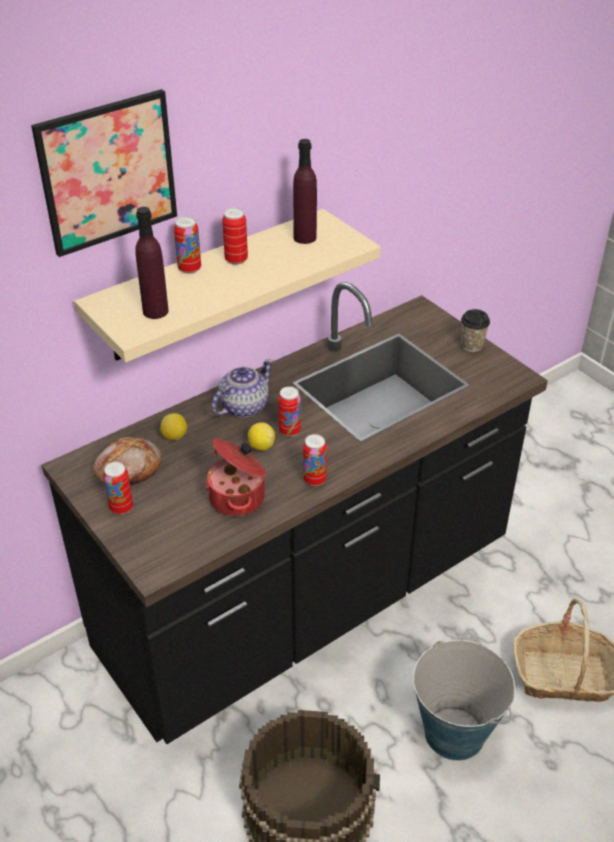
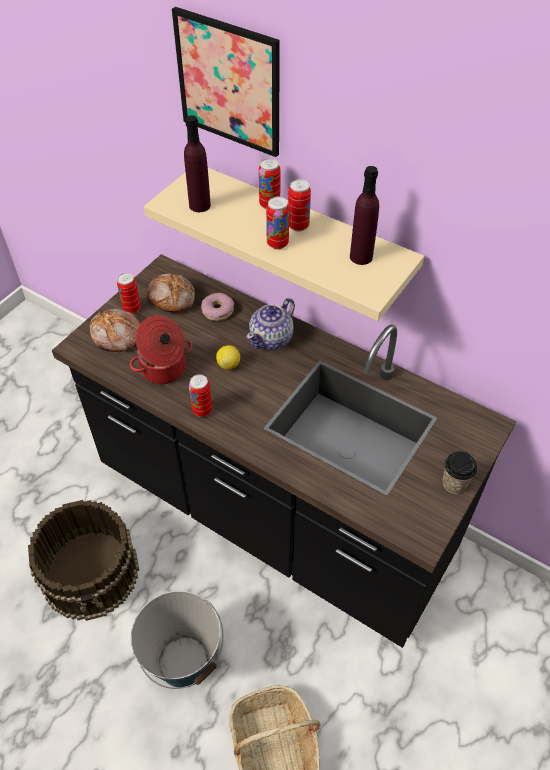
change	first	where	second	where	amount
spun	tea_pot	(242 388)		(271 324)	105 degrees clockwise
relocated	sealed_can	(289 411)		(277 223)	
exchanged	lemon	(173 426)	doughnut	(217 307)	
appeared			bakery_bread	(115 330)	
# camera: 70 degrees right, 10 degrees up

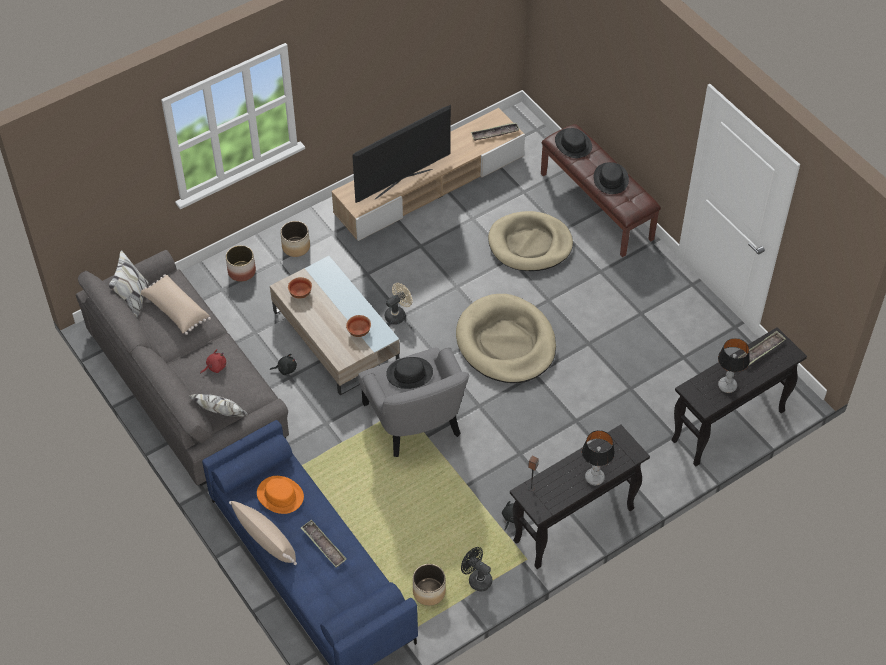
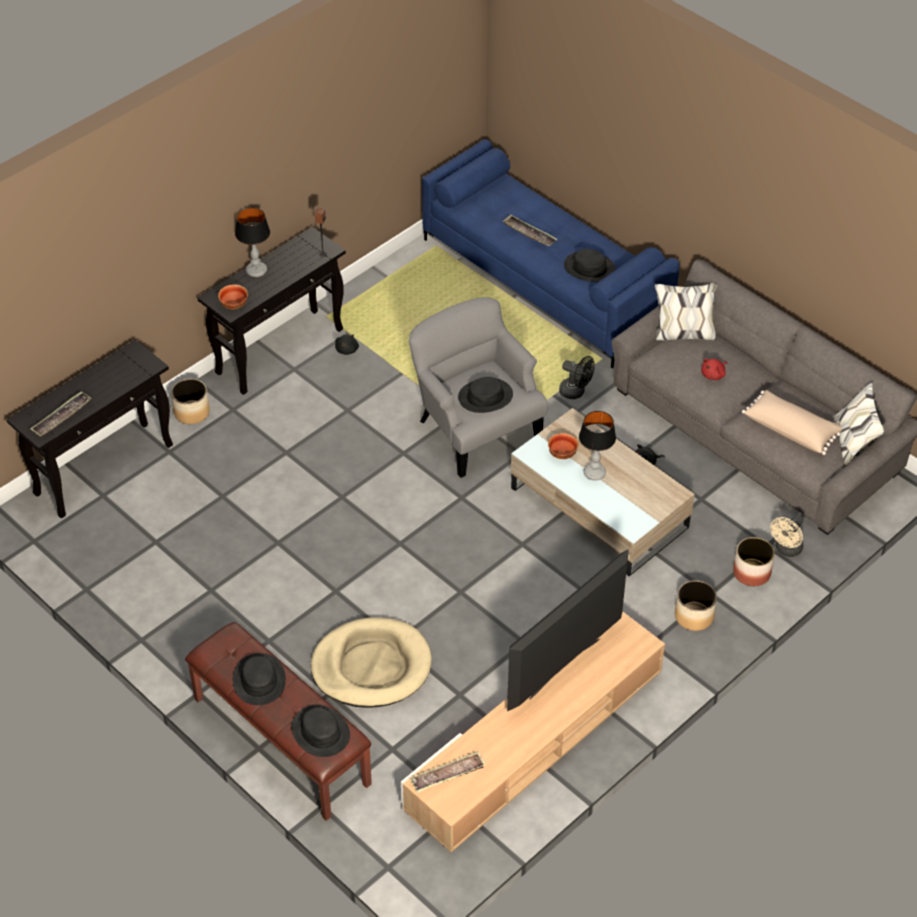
change	first	where	second	where	amount
relocated	deep_dish	(300 288)		(233 296)	
relocated	sand-coloured_cooling_fan	(399 304)		(786 535)	
missing	sand-coloured_dog_cushion	(506 338)			
relocated	tabletop_lamp	(734 365)		(597 446)	
colour	orange-coloured_hat	(280 495)	blackish_hat	(589 265)	
missing	sand-coloured_cushion	(263 533)			
relocated	blackish_cooling_fan	(476 569)		(577 377)	
relocated	plant_pot	(429 585)		(190 401)	
# camera: 170 degrees right, 5 degrees down

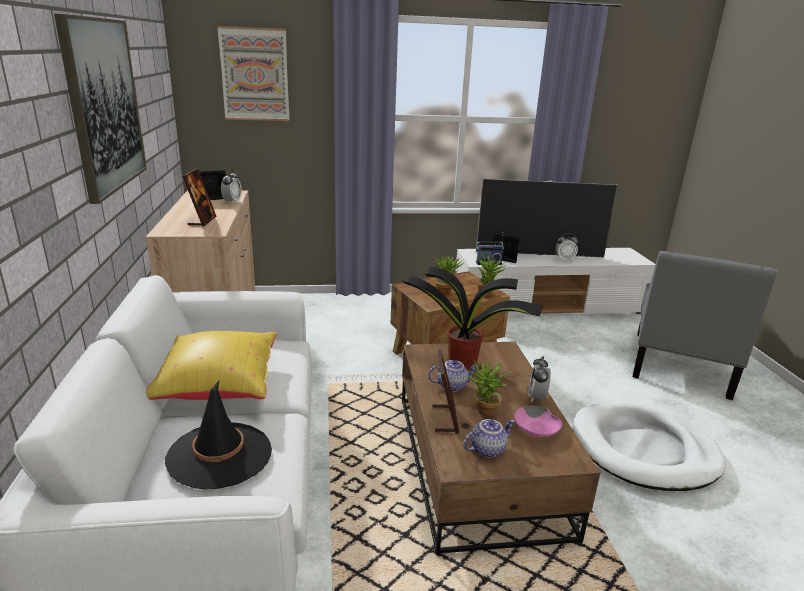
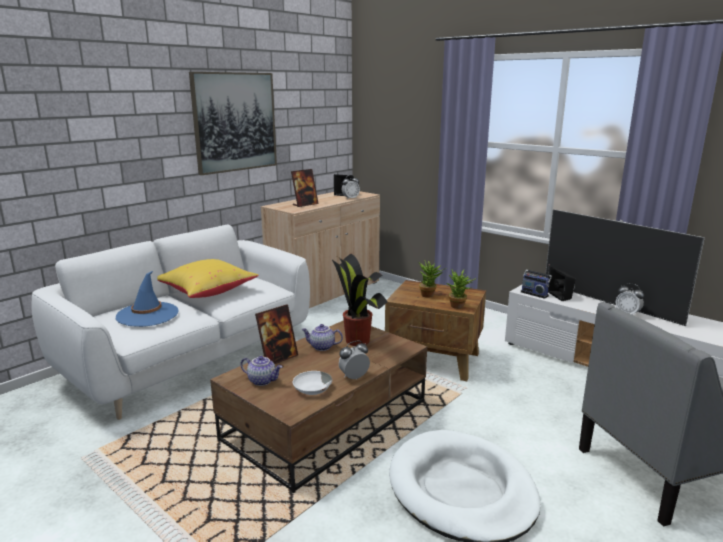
change	first	where	second	where	amount
missing	wall_art	(253 73)			
spun	tea_pot	(453 375)		(322 337)	150 degrees clockwise
missing	houseplant	(489 388)			
colour	blackish_hat	(218 435)	blue_hat	(147 299)	
colour	pink-coloured_deep_dish	(538 421)	whitish_deep_dish	(313 383)	
# camera: 50 degrees right, 5 degrees down

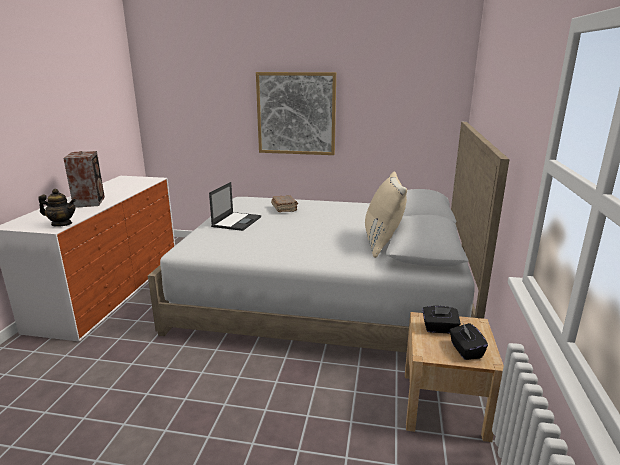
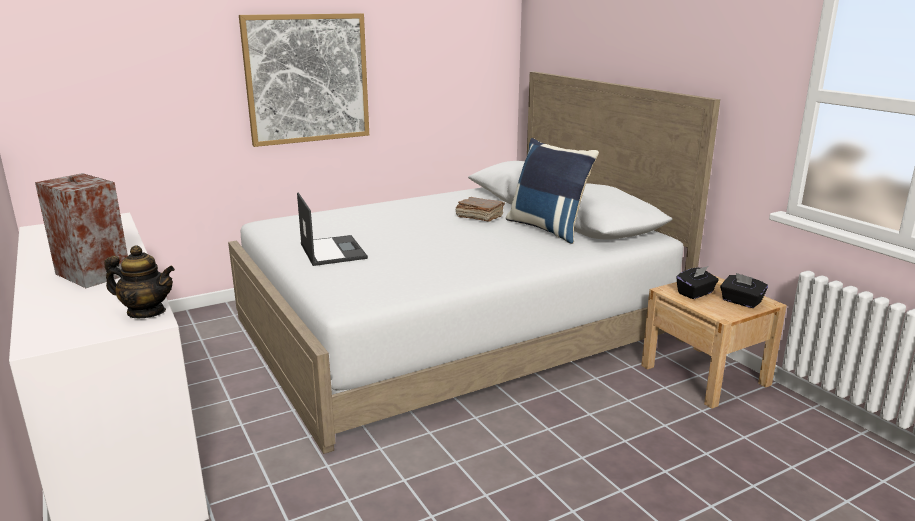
change	first	where	second	where	amount
colour	sand-coloured_cushion	(386 215)	blue_cushion	(552 191)	
spun	tea_pot	(57 208)		(139 282)	45 degrees clockwise
relocated	brown-coloured_book	(284 203)		(480 209)	
# camera: 40 degrees left, 0 degrees up

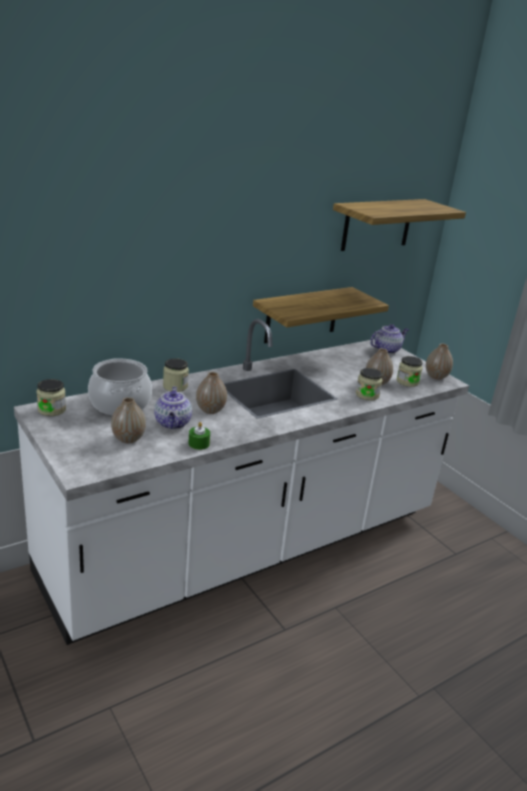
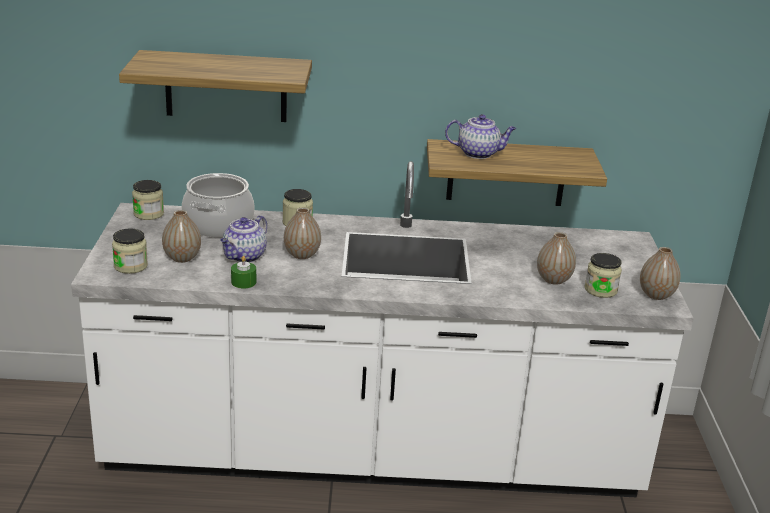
change	first	where	second	where	amount
relocated	bracket_shelf	(399 225)		(215 86)	
relocated	tea_pot	(389 339)		(480 136)	
relocated	storage_jar	(369 384)		(130 251)	
# camera: 35 degrees right, 0 degrees up

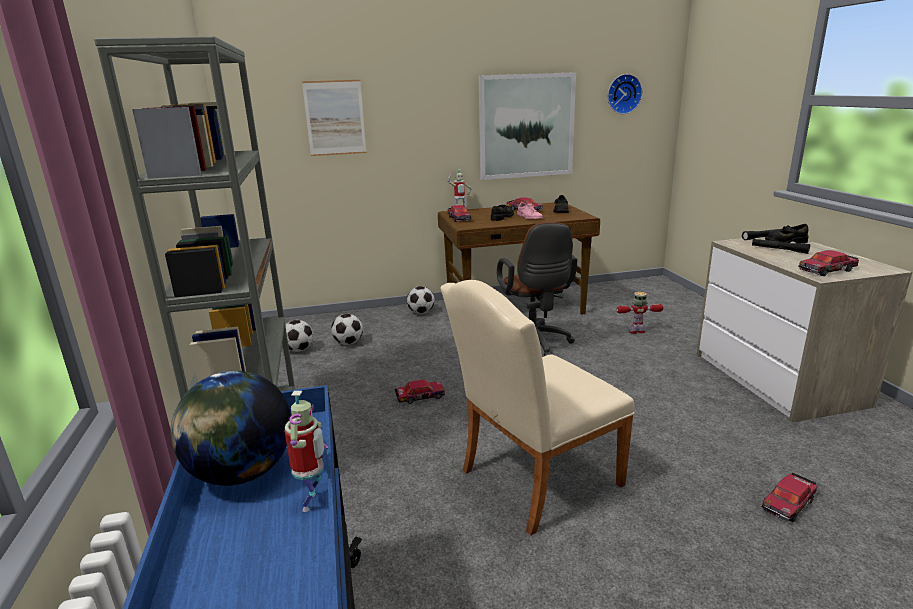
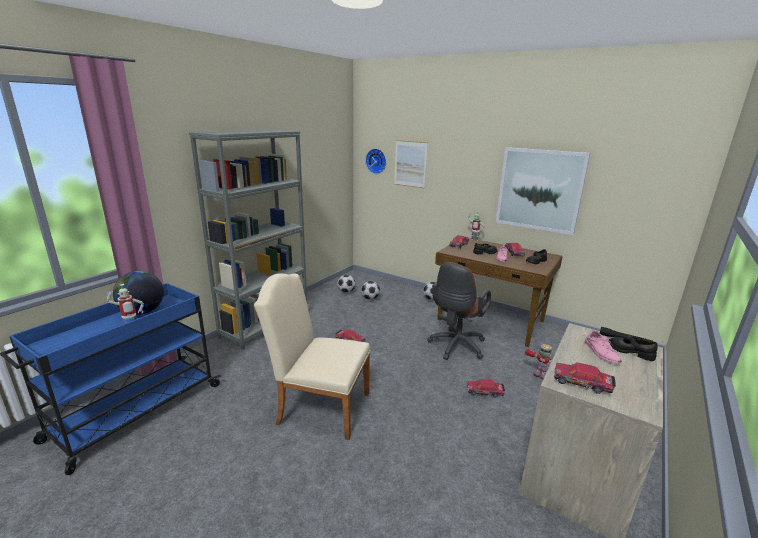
change	first	where	second	where	amount
relocated	hanging_clock	(625 94)		(375 161)	
exchanged	blackish_hand_torch	(781 246)	pink-coloured_shoe	(603 346)	
relocated	toy_car	(789 497)		(486 388)	
# camera: 45 degrees right, 0 degrees up

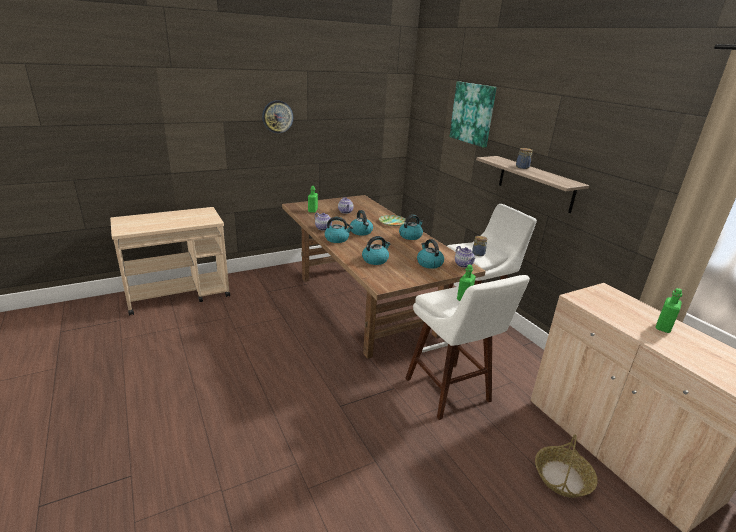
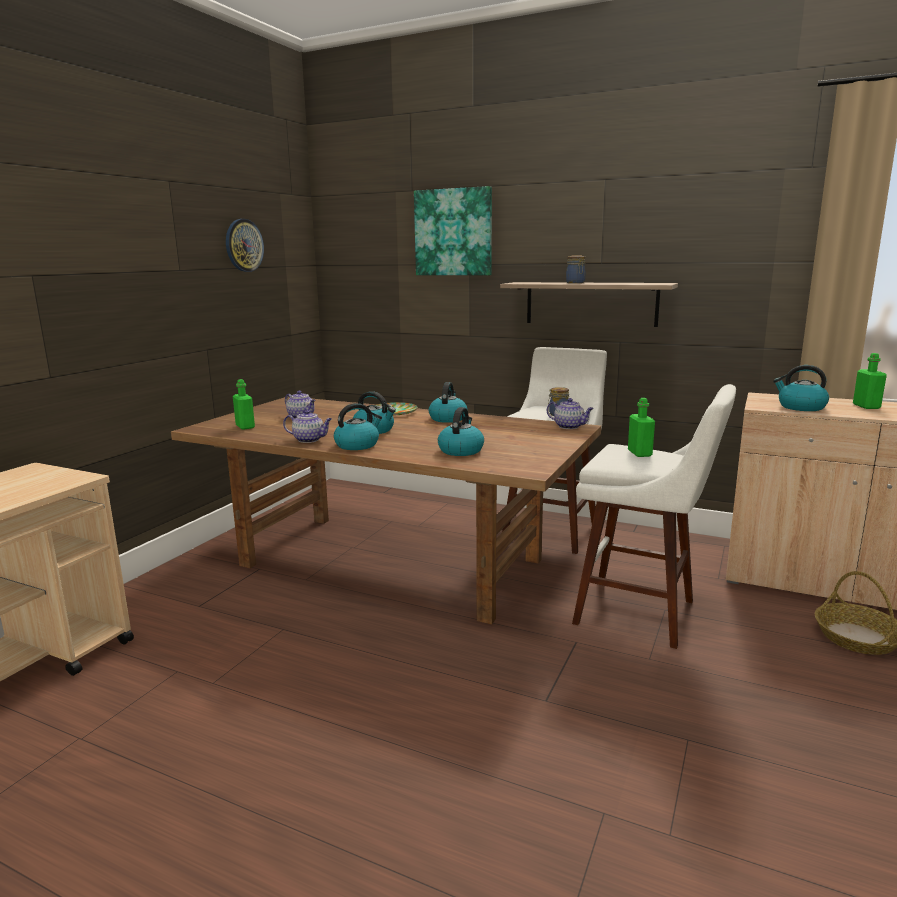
change	first	where	second	where	amount
relocated	hanging_clock	(277 116)		(245 245)	
relocated	kettle	(430 254)		(801 388)	
# camera: 35 degrees left, 10 degrees down

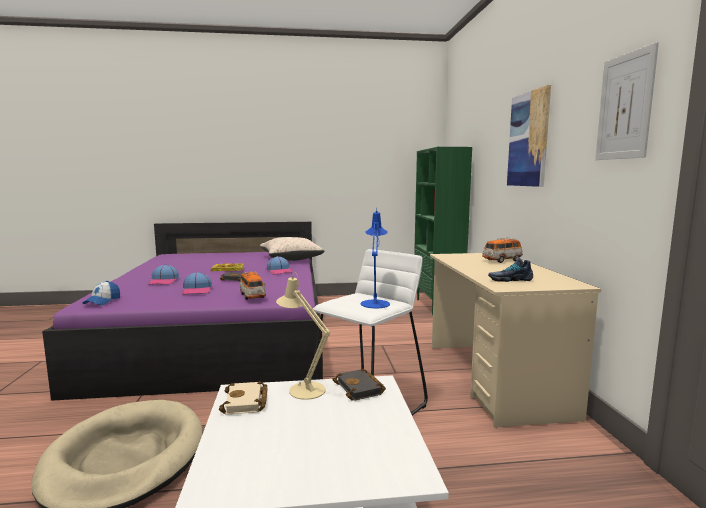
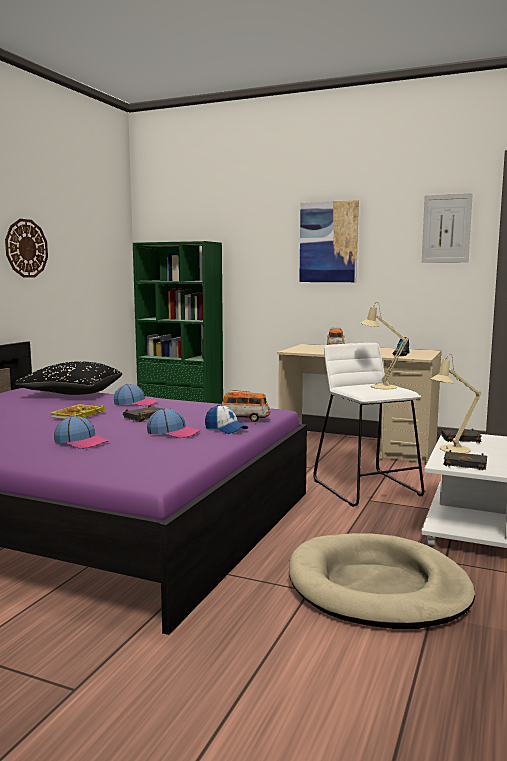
change	first	where	second	where	amount
colour	blue_tabletop_lamp	(375 257)	sand-coloured_tabletop_lamp	(384 346)	
colour	sand-coloured_cushion	(292 249)	blackish_cushion	(68 378)	
relocated	cap	(101 293)		(226 419)	
colour	sand-coloured_book	(243 398)	blackish_book	(465 460)	
appeared			hanging_clock	(26 248)	
# camera: 60 degrees left, 0 degrees up

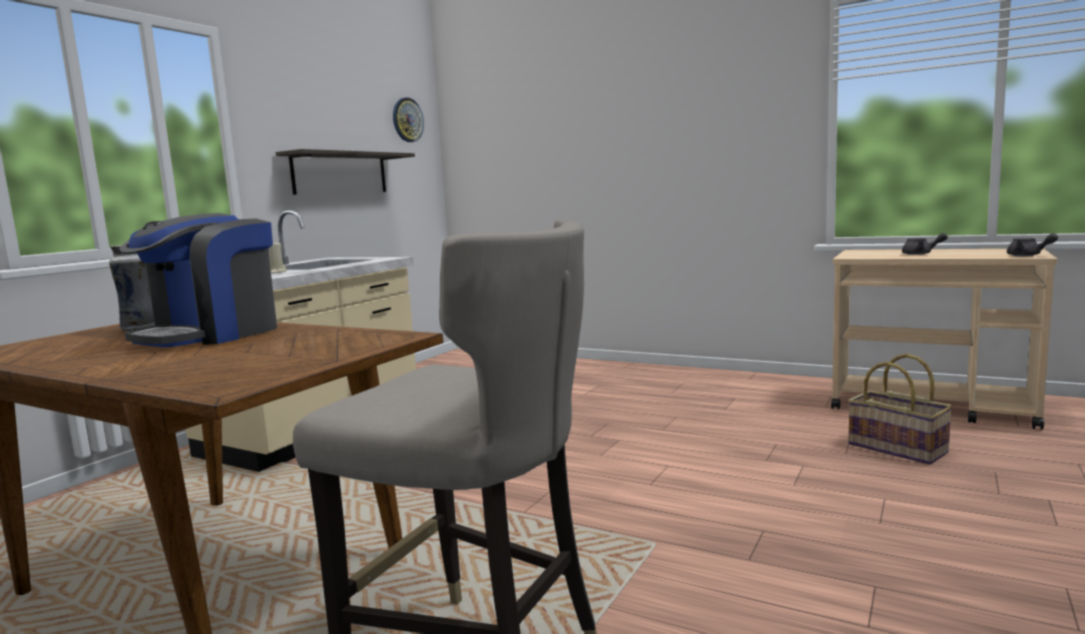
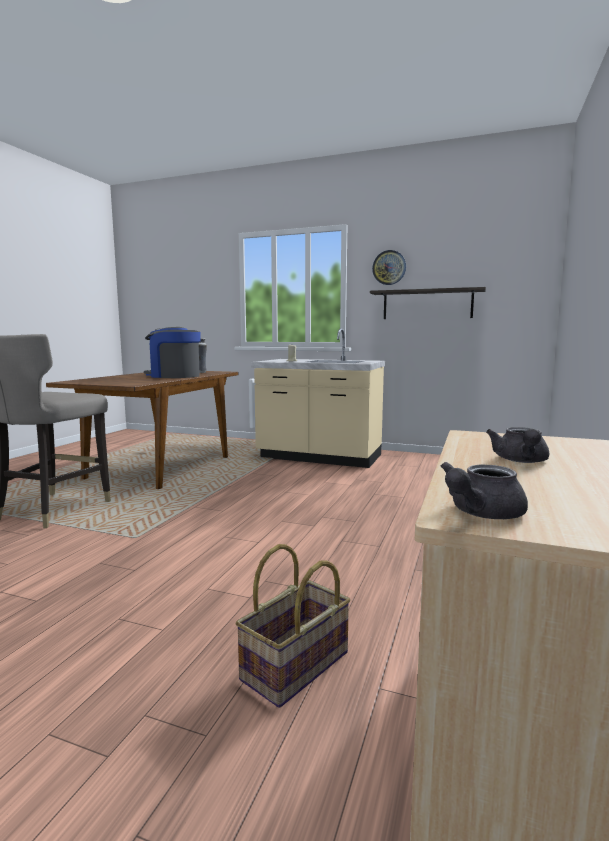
change	first	where	second	where	amount
relocated	hanging_clock	(408 119)		(389 267)	
# camera: 80 degrees right, 0 degrees up

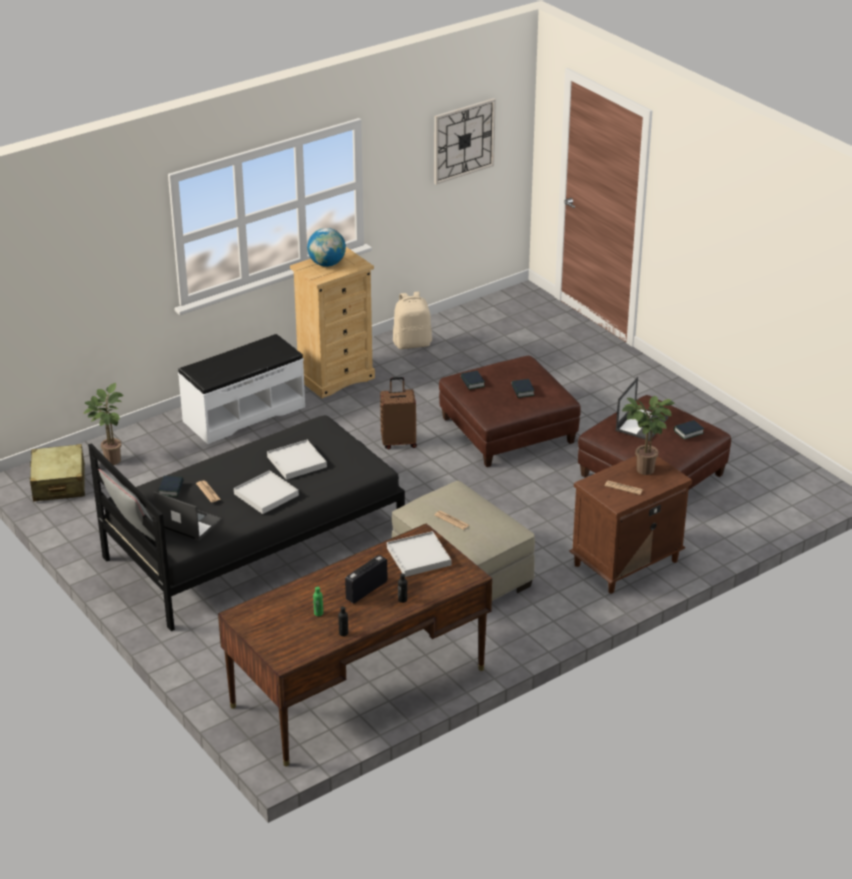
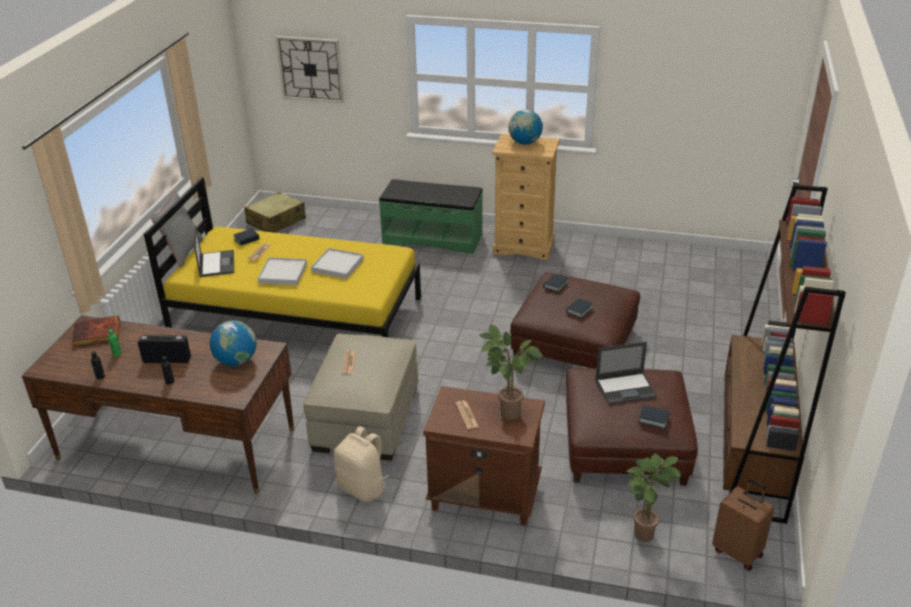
change	first	where	second	where	amount
relocated	hanging_clock	(465 141)		(310 69)	
relocated	sand-coloured_knapsack	(412 320)		(361 464)	
colour	whitish_long_seat	(241 389)	green_long_seat	(431 216)	
relocated	brown-coloured_piece_of_luggage	(398 413)		(743 525)	
relocated	houseplant	(103 424)		(654 497)	
colour	blackish_bed	(246 523)	yellowish_bed	(282 257)	
exchanged	whitish_carrying_tray	(419 554)	globe	(233 343)	
appeared			brown-coloured_bookcase	(784 354)	
appeared			book	(96 331)	
# camera: 50 degrees right, 0 degrees up

